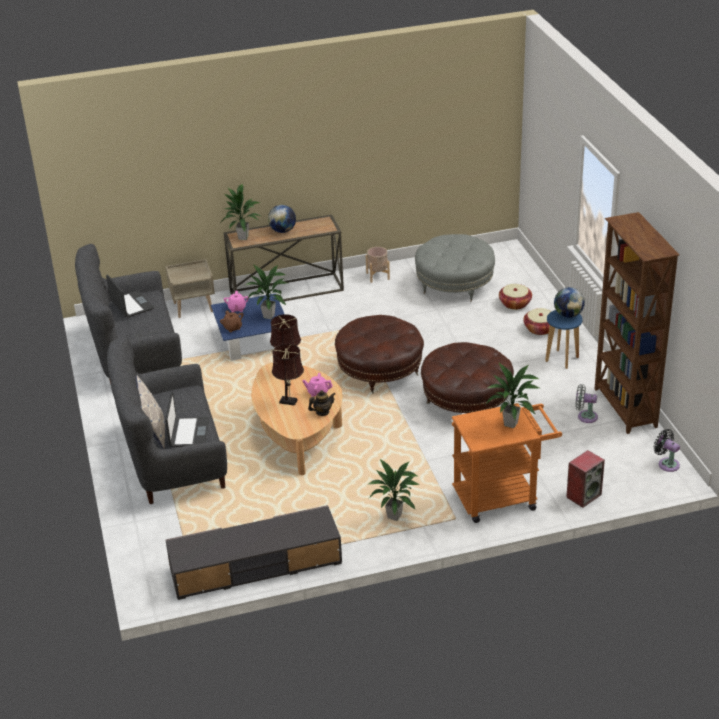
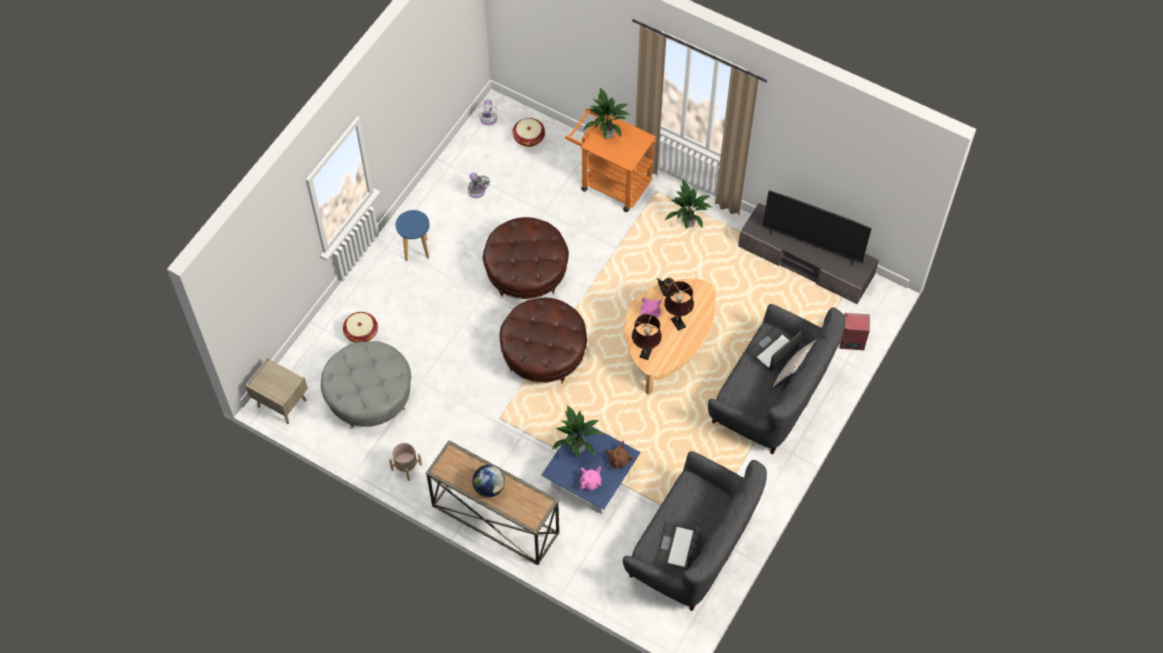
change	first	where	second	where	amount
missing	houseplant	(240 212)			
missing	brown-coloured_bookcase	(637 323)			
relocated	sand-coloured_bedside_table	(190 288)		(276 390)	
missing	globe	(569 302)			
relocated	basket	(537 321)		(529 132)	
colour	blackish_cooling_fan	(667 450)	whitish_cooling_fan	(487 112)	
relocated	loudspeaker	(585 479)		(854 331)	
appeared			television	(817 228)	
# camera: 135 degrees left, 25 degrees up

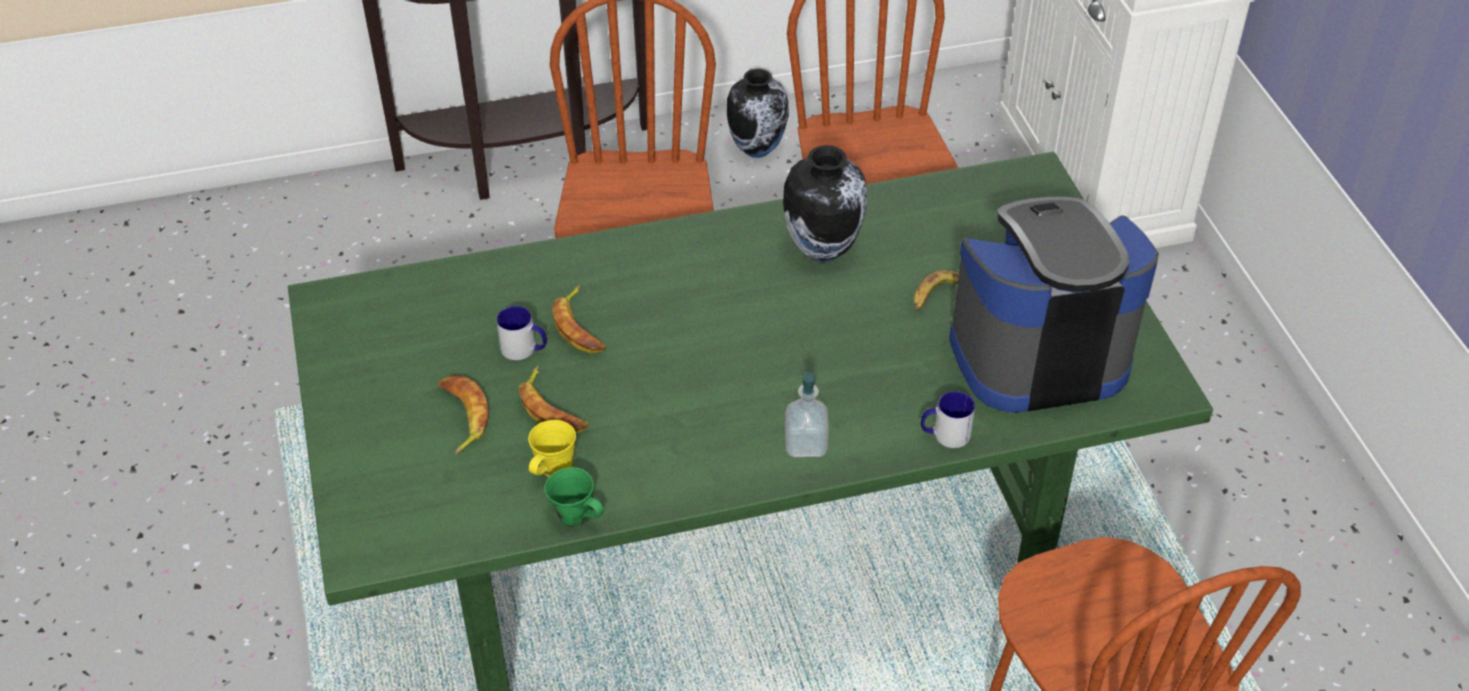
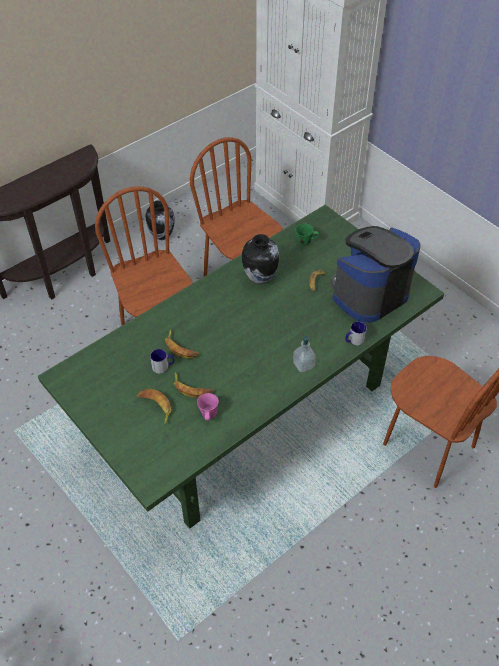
change	first	where	second	where	amount
colour	yellowish_tea_mug	(552 449)	pink-coloured_tea_mug	(208 407)	
relocated	green_tea_mug	(574 497)		(307 234)	
# camera: 25 degrees left, 5 degrees up

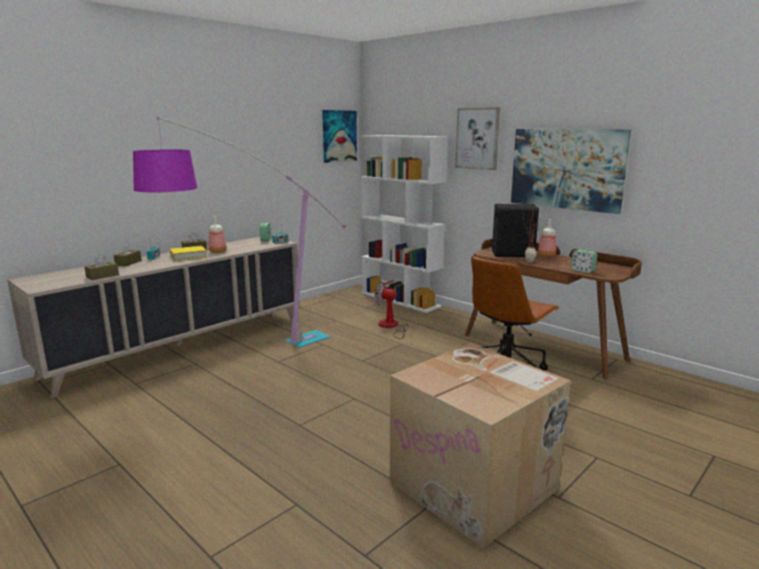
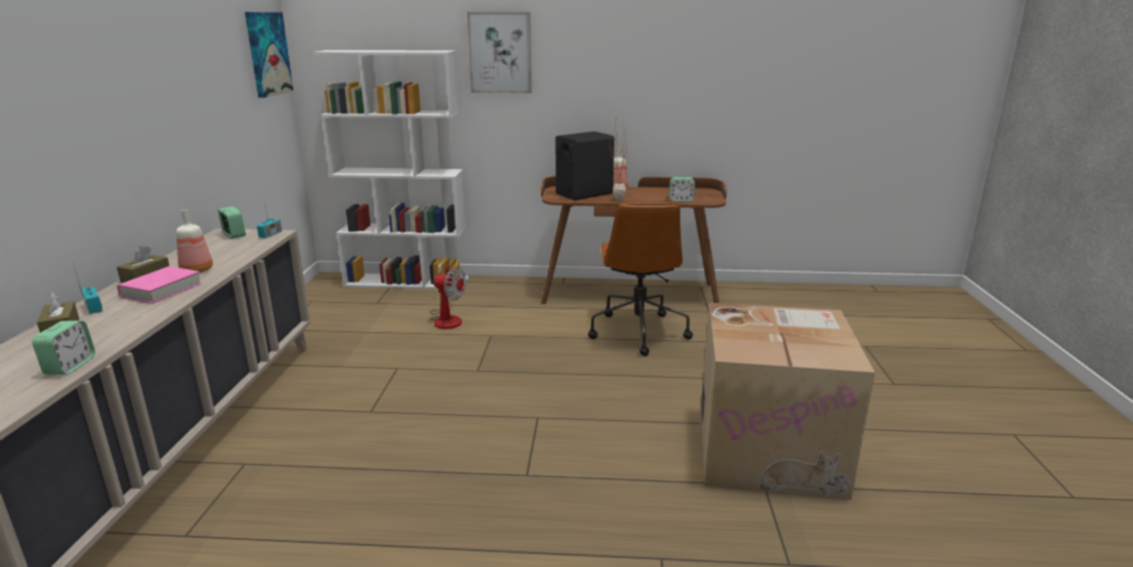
change	first	where	second	where	amount
missing	standing_lamp	(239 232)			
missing	wall_art	(571 171)			
colour	yellowish_book	(188 253)	pink-coloured_book	(159 285)	
exchanged	brown-coloured_box_of_tissues	(102 267)	table_clock	(63 348)	
spun	cooling_fan	(391 310)		(448 297)	135 degrees counterclockwise
# camera: 40 degrees left, 5 degrees up

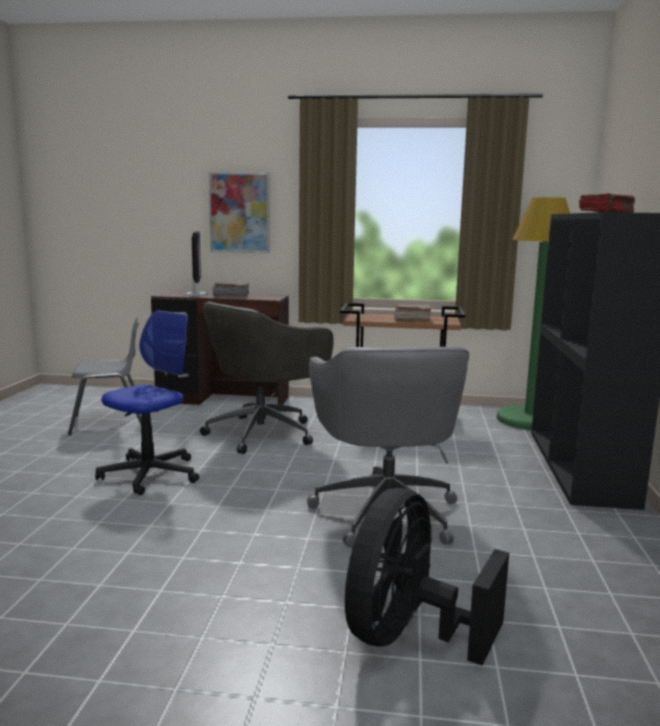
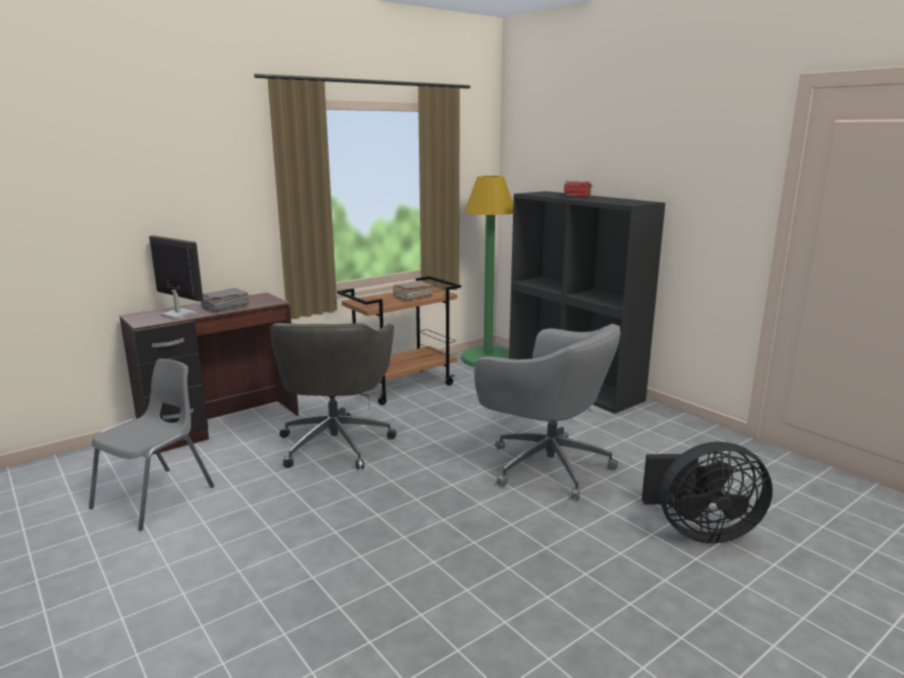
change	first	where	second	where	amount
missing	wall_art	(239 212)			
missing	office_chair	(147 403)			
spun	blackish_cooling_fan	(427 577)		(707 493)	75 degrees counterclockwise
# camera: 45 degrees left, 5 degrees up

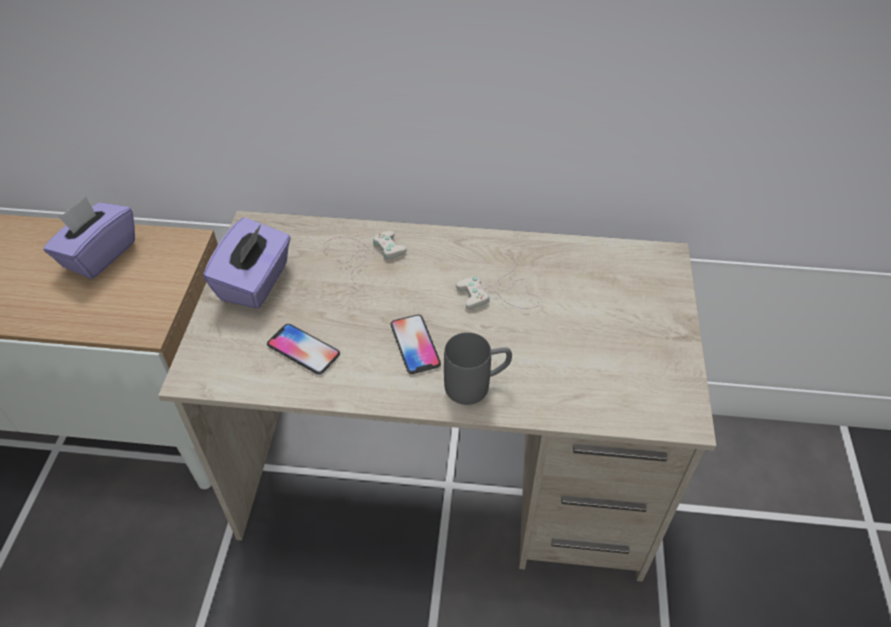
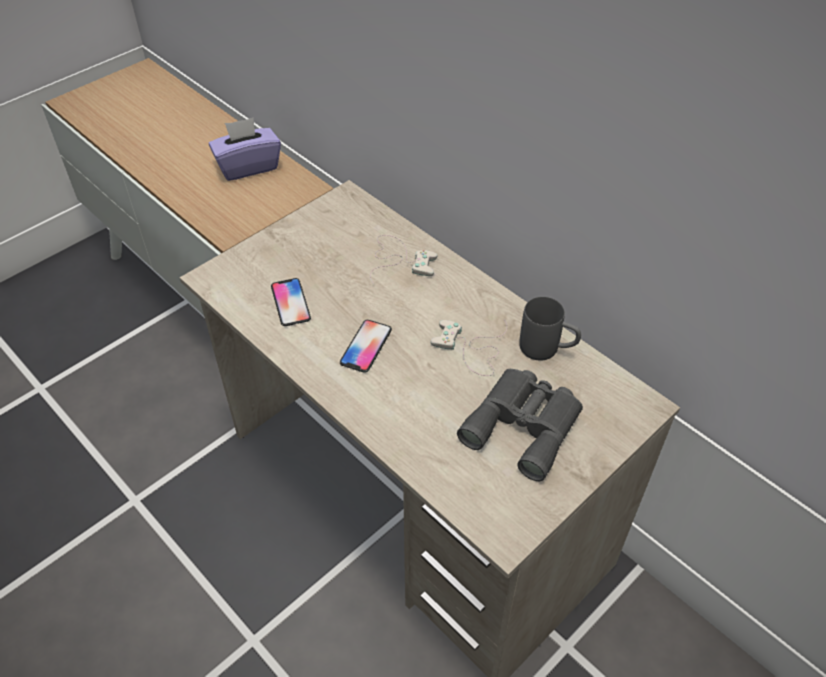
change	first	where	second	where	amount
missing	purplish_box_of_tissues	(247 263)			
relocated	grey_tea_mug	(478 368)		(550 328)	
appeared			grey_binoculars	(520 425)	
# camera: 40 degrees right, 0 degrees up

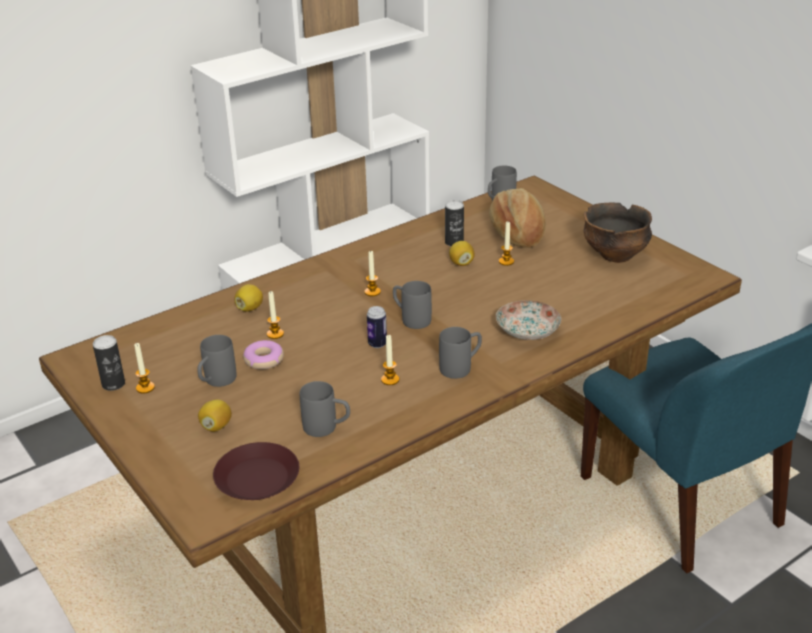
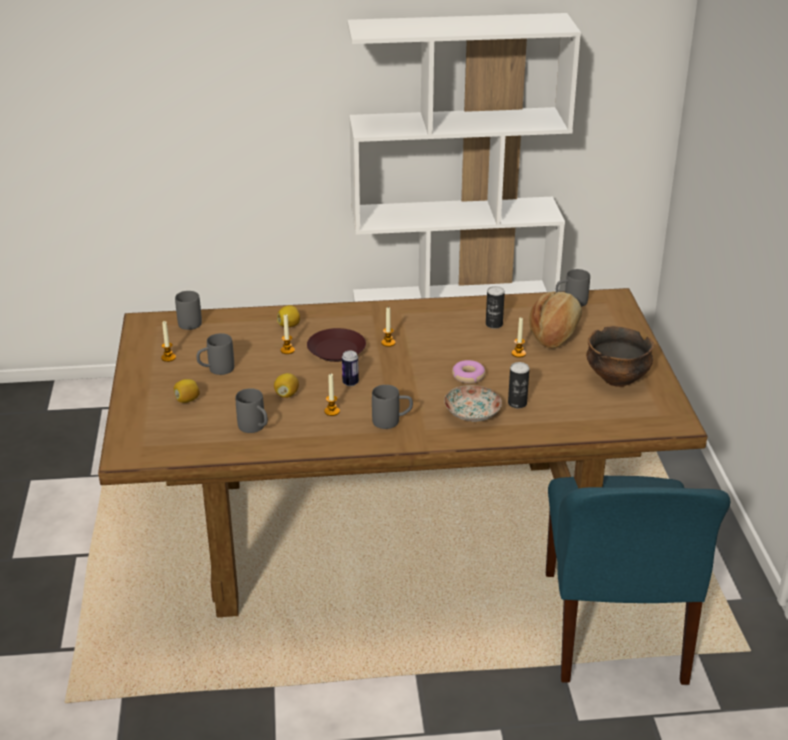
change	first	where	second	where	amount
relocated	lemon	(462 253)		(286 385)	
relocated	grey_tea_mug	(412 305)		(188 310)	
relocated	sealed_can	(109 363)		(518 385)	
relocated	doughnut	(263 355)		(468 372)	
relocated	brown-coloured_dinner_plate	(256 471)		(336 345)	
# camera: 30 degrees right, 0 degrees up

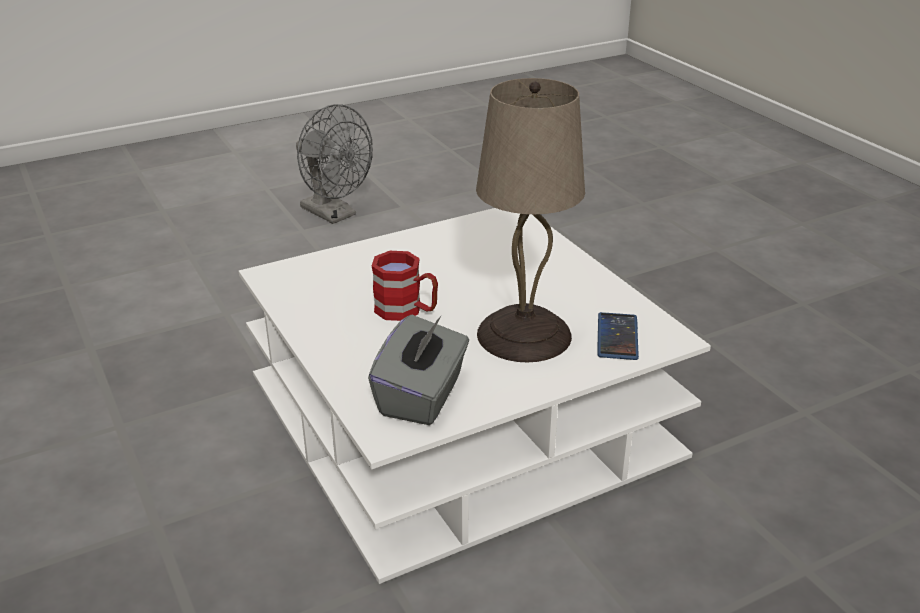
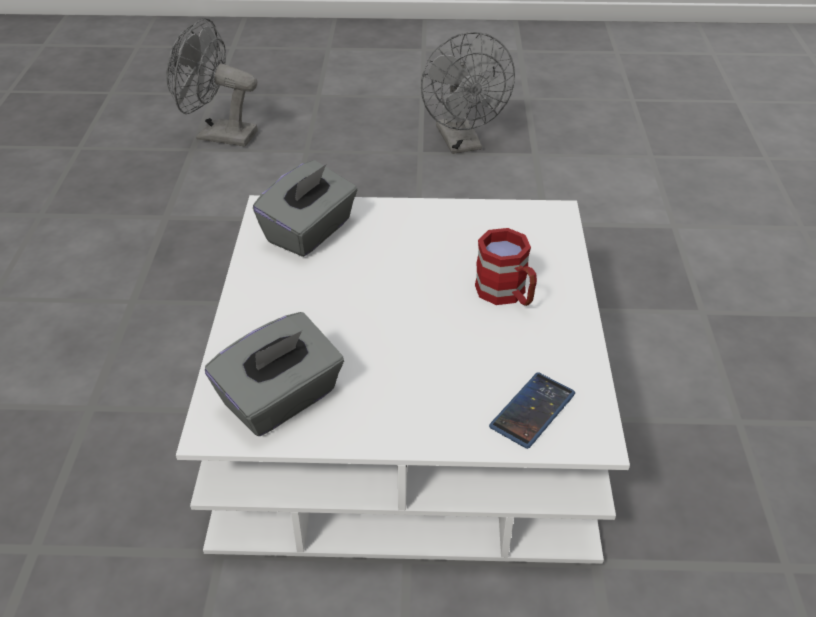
change	first	where	second	where	amount
missing	sand-coloured_tabletop_lamp	(530 220)			
relocated	red-coloured_tea_mug	(405 286)		(506 267)	
appeared			grey_cooling_fan	(212 82)	
appeared			grey_box_of_tissues	(305 208)	
# camera: 30 degrees right, 10 degrees up

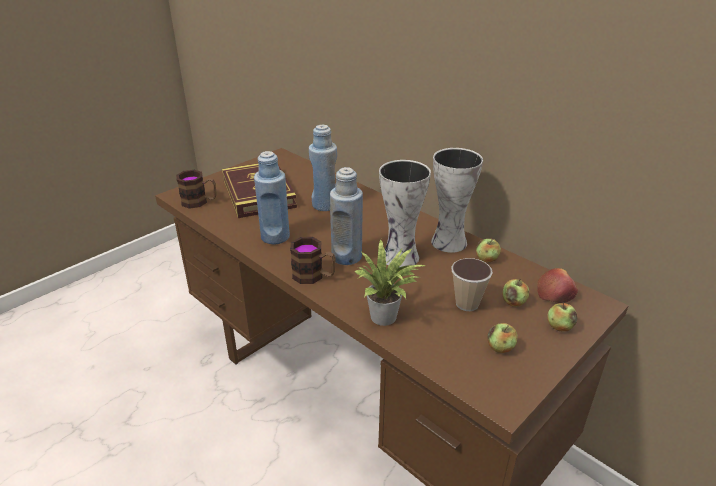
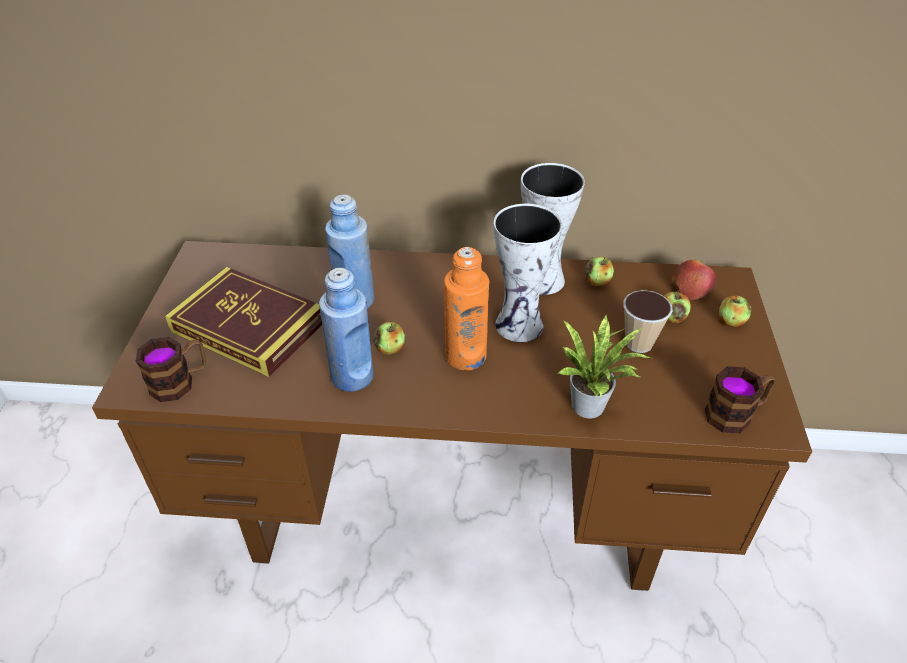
change	first	where	second	where	amount
colour	blue_beverage_bottle	(346 216)	orange-coloured_beverage_bottle	(466 308)	
relocated	tea_mug	(313 260)		(740 399)	
relocated	apple_fruit	(503 338)		(389 338)	
# camera: 40 degrees left, 10 degrees up

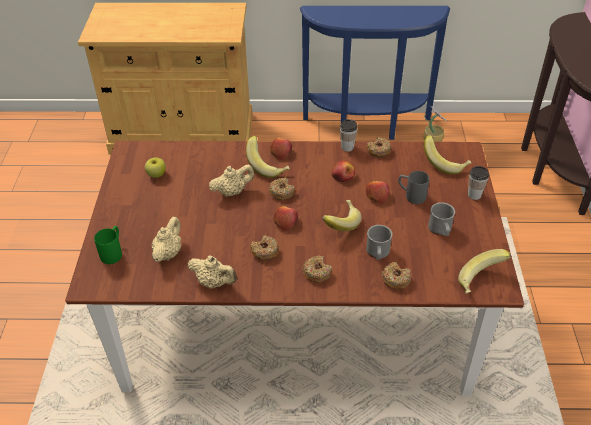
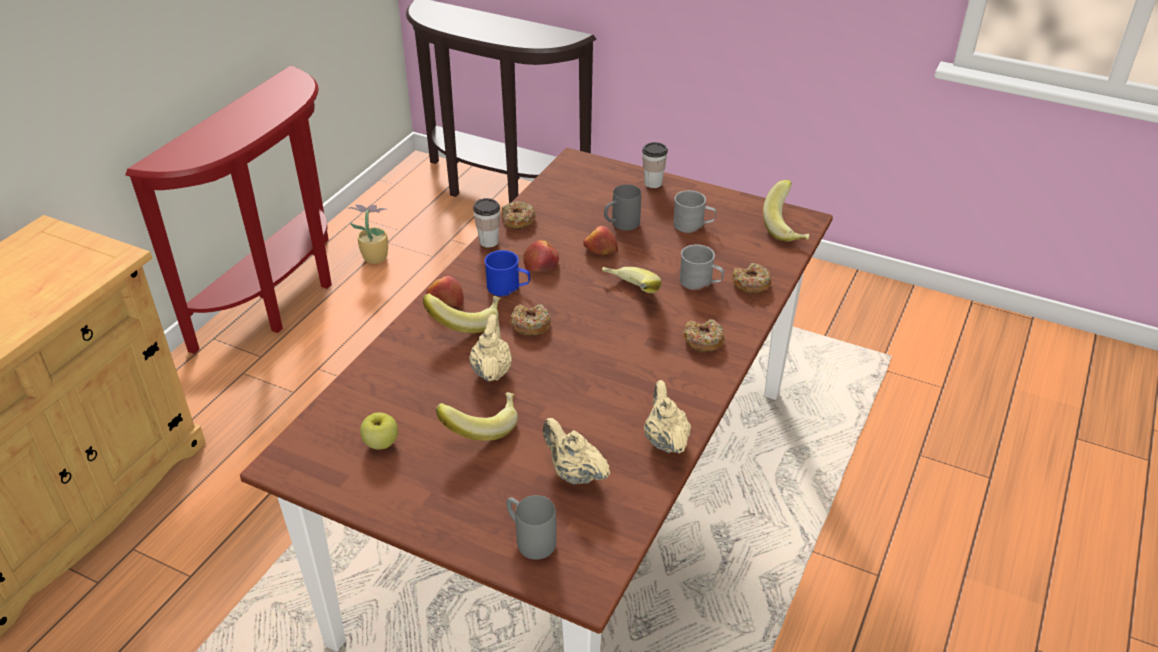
change	first	where	second	where	amount
colour	blue_console_table	(375 73)	red-coloured_console_table	(228 210)	
relocated	banana	(447 155)		(477 416)	
missing	apple_fruit	(285 218)			
colour	green_tea_mug	(108 245)	grey_tea_mug	(532 527)	
missing	doughnut	(264 248)			
spun	sand-coloured_tea_pot	(212 272)		(667 417)	60 degrees counterclockwise
appeared			blue_tea_mug	(507 273)	
# camera: 65 degrees left, 5 degrees down

